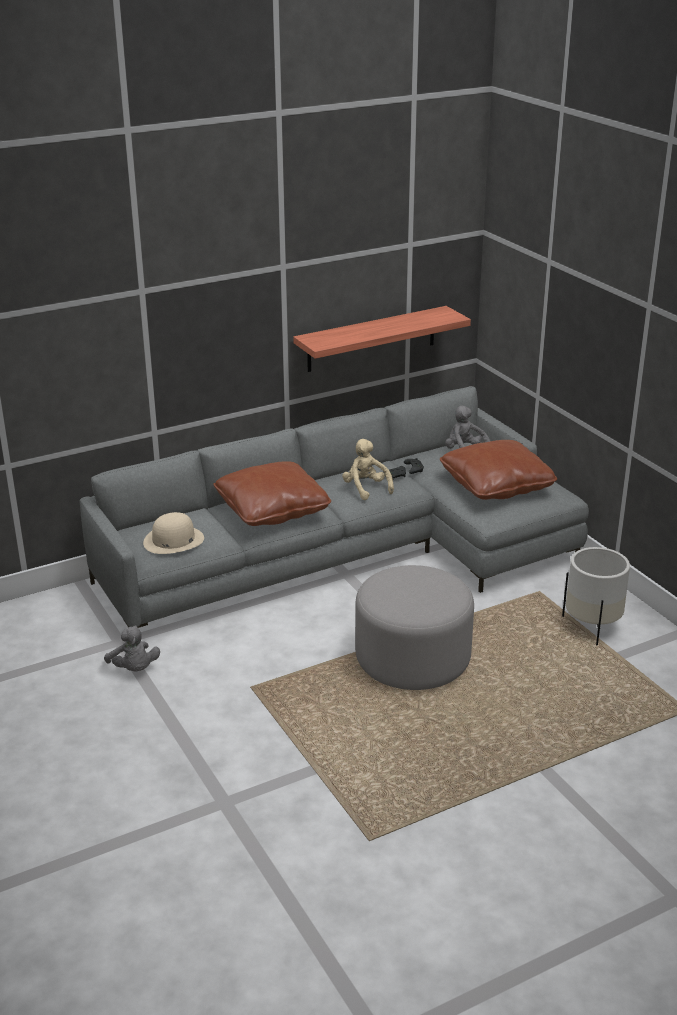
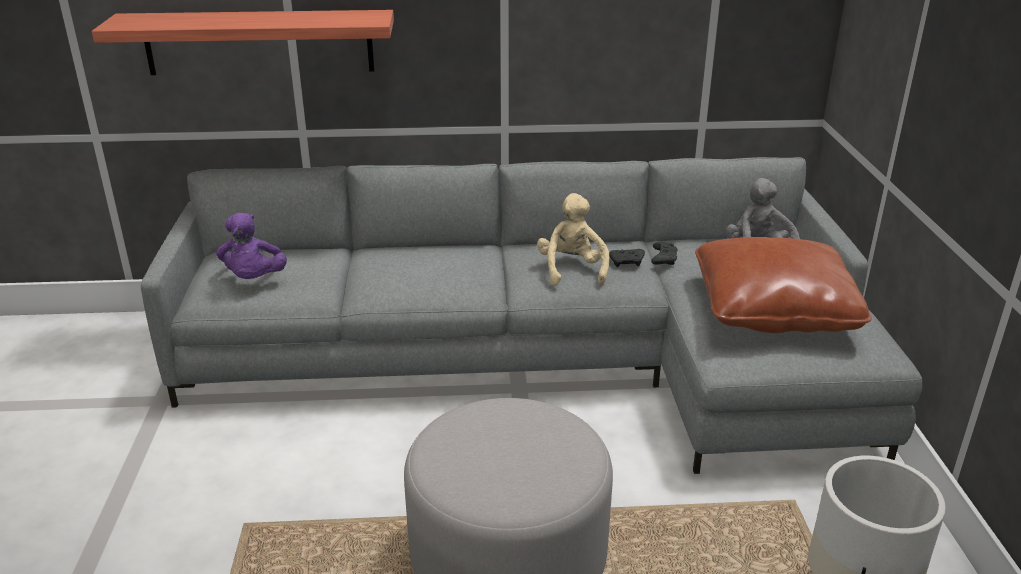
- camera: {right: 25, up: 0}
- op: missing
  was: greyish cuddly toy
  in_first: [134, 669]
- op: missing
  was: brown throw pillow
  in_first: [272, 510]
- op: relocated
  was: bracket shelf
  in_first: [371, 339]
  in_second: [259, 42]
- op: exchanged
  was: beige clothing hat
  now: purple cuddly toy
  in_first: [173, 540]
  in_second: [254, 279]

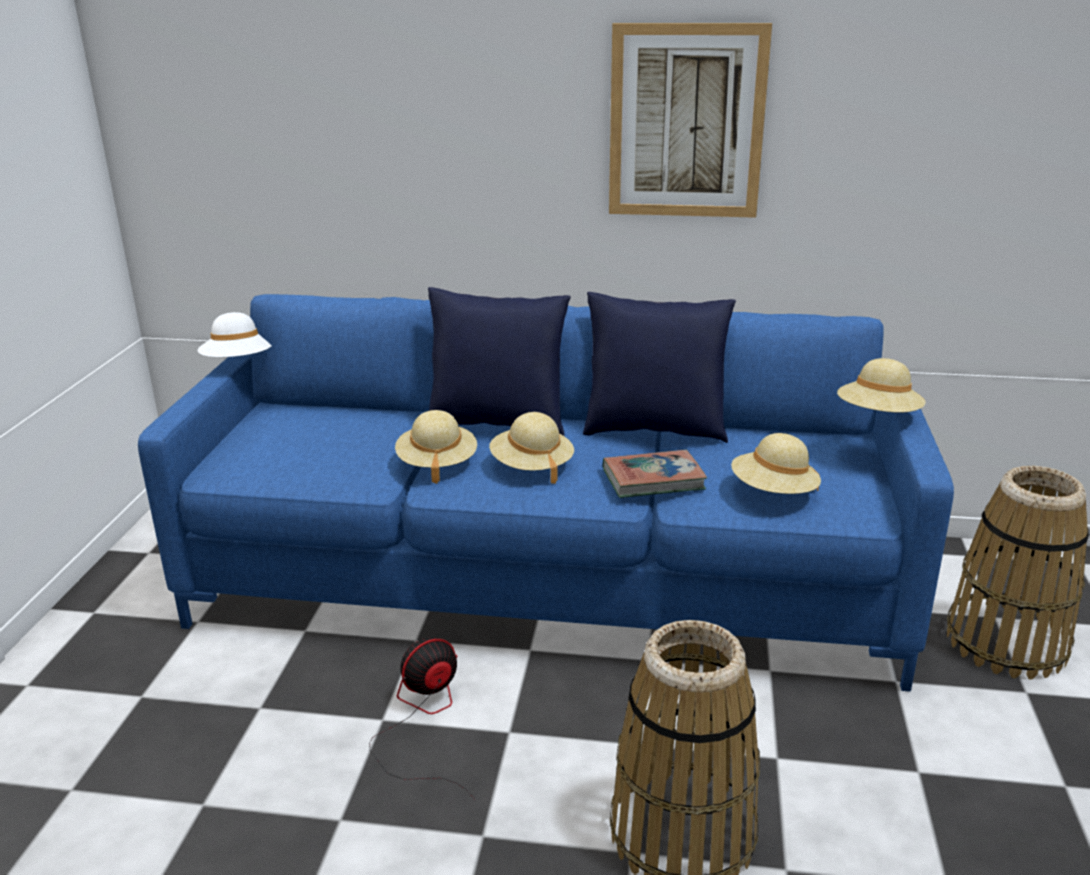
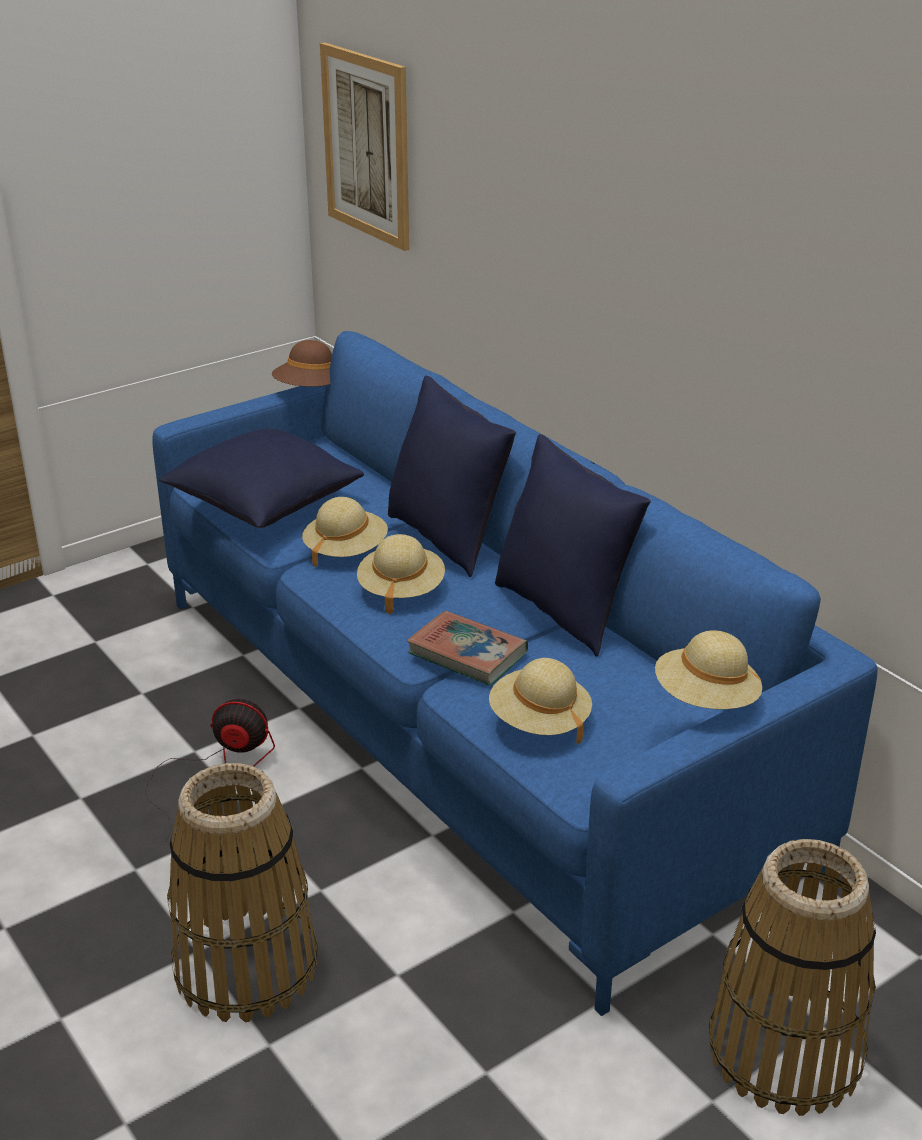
- camera: {right: 45, up: 5}
- op: appeared
  now: blue-coloured throw pillow
  in_second: [263, 504]
- op: relocated
  was: wall art
  in_first: [686, 122]
  in_second: [367, 145]
- op: colour
  was: white clothing hat
  now: brown clothing hat
  in_first: [239, 363]
  in_second: [310, 391]

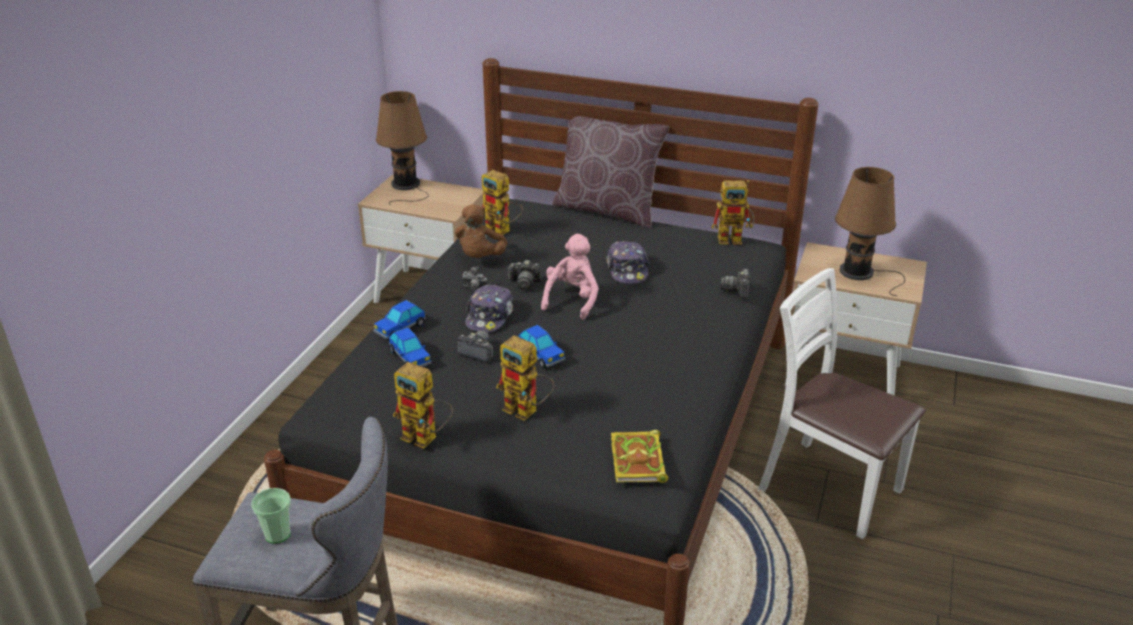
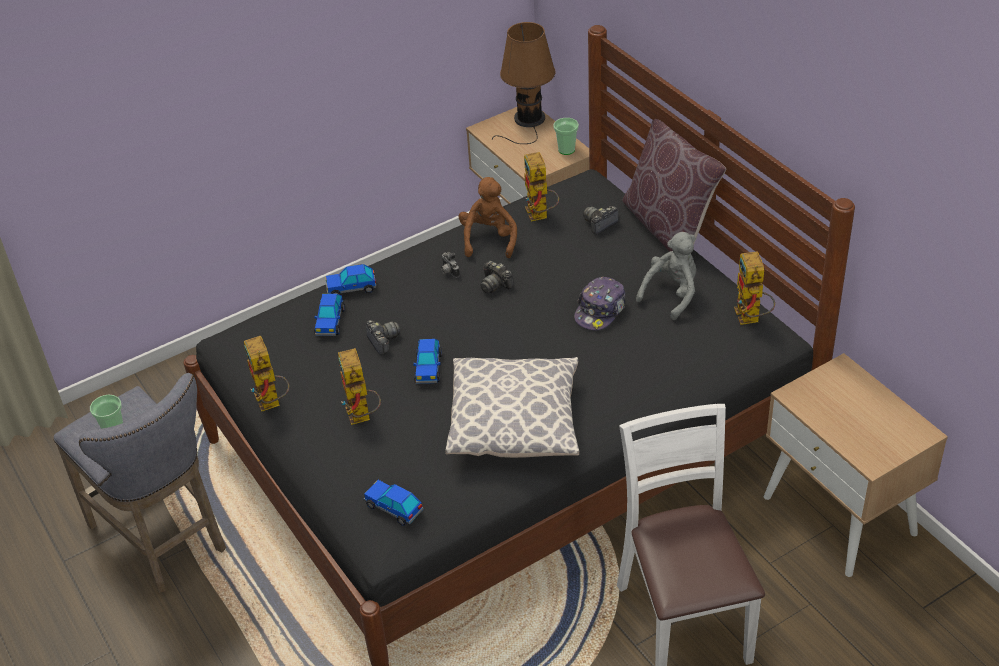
- camera: {right: 40, up: 10}
- op: missing
  was: cap
  in_first: [490, 317]
- op: missing
  was: pink cuddly toy
  in_first: [572, 300]
- op: missing
  was: brown lamp for a table
  in_first: [860, 273]
- op: appeared
  now: throw pillow
  in_second: [515, 424]
- op: appeared
  now: drinking cup
  in_second: [566, 150]
- op: appeared
  now: greyish cuddly toy
  in_second: [672, 294]
- op: relocated
  was: photo camera
  in_first: [737, 290]
  in_second: [600, 224]
- op: exchanged
  was: bound book
  now: model car
  in_first: [639, 461]
  in_second: [394, 508]
- op: spun
  was: brown cuddly toy
  in_first: [480, 257]
  in_second: [489, 239]
  clockwise: 135
- op: spun
  was: robot figure
  in_first: [735, 239]
  in_second: [751, 319]
  clockwise: 45

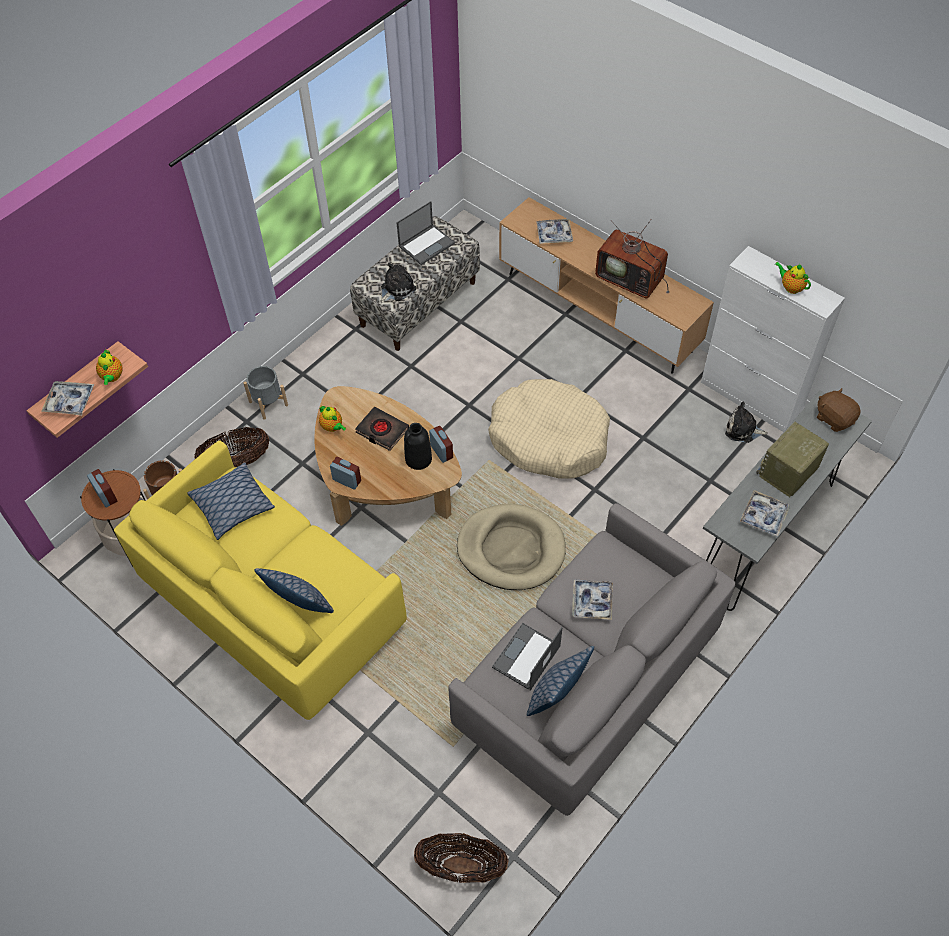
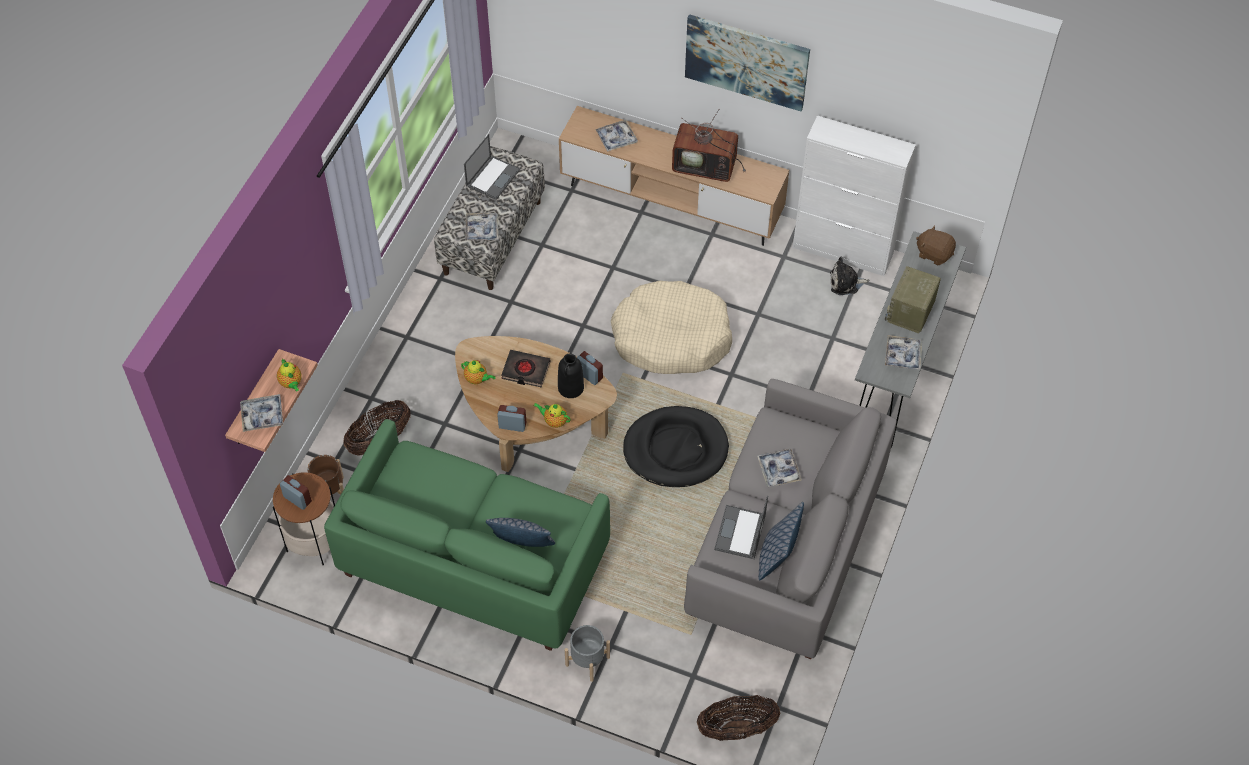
- camera: {right: -20, up: 0}
- op: missing
  was: throw pillow
  in_first: [233, 506]
- op: appeared
  now: wall art
  in_second: [746, 61]
- op: relocated
  was: greyish plant pot
  in_first: [268, 403]
  in_second: [587, 661]
- op: relocated
  was: pot for tea
  in_first: [790, 287]
  in_second: [554, 421]
- op: exchanged
  was: cuddly toy
  now: tray
  in_first: [396, 289]
  in_second: [482, 230]
- op: colour
  was: yellowish sofa
  now: green sofa
  in_first: [271, 603]
  in_second: [473, 560]
- op: colour
  was: beige dog cushion
  now: blackish dog cushion
  in_first: [511, 549]
  in_second: [675, 449]

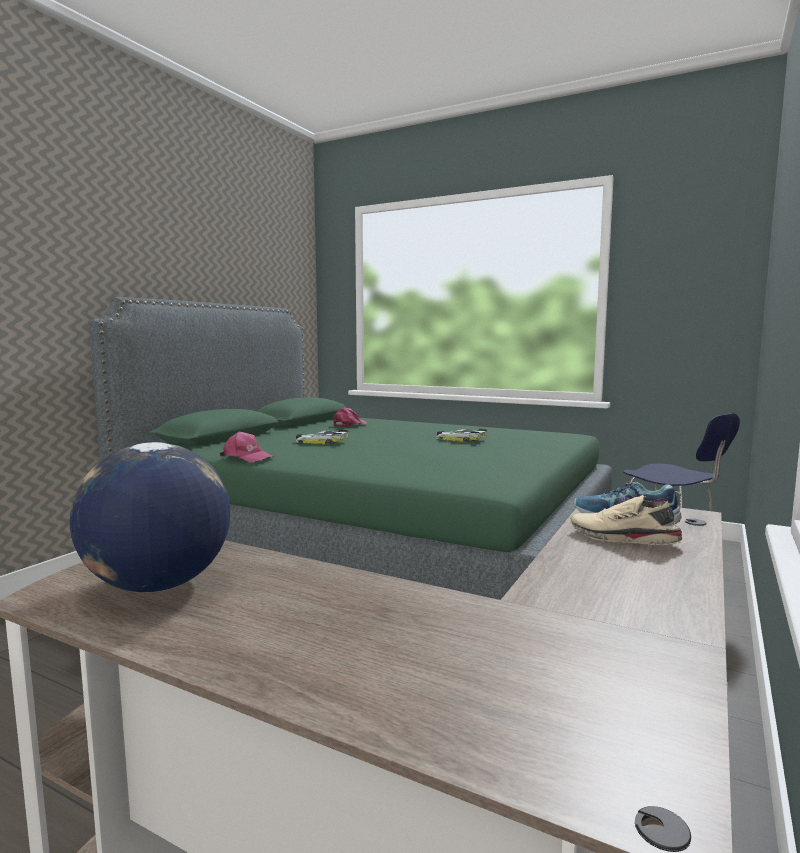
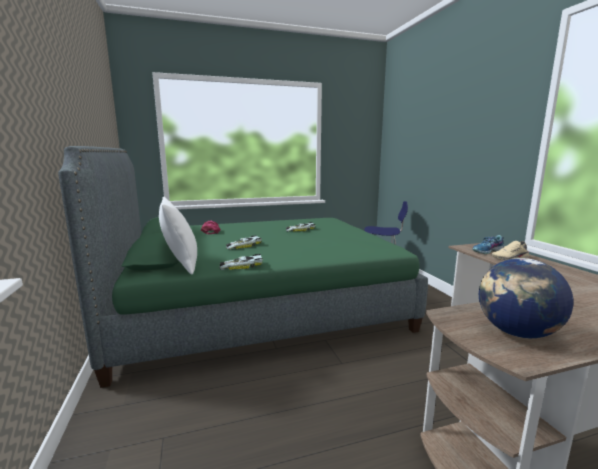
- camera: {right: -45, up: 5}
- op: appeared
  now: white throw pillow
  in_second: [181, 264]
- op: exchanged
  was: pink cap
  now: model car
  in_first: [247, 457]
  in_second: [241, 266]

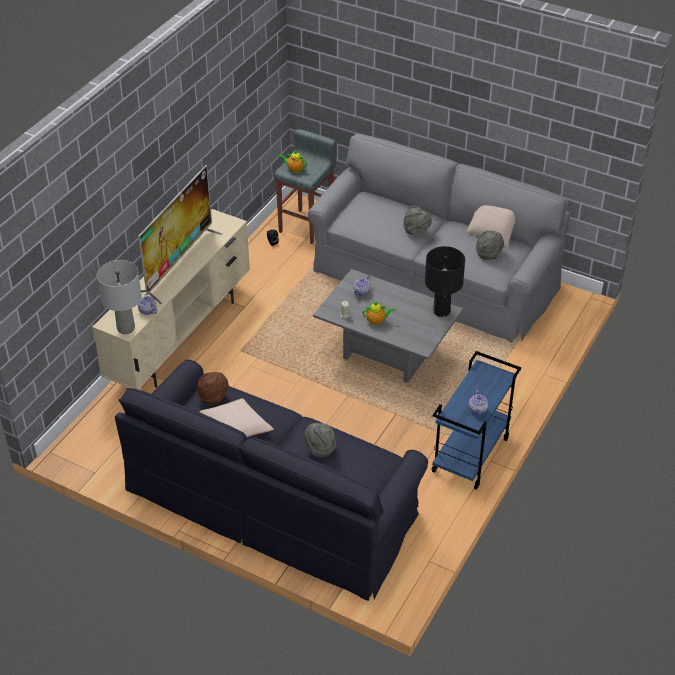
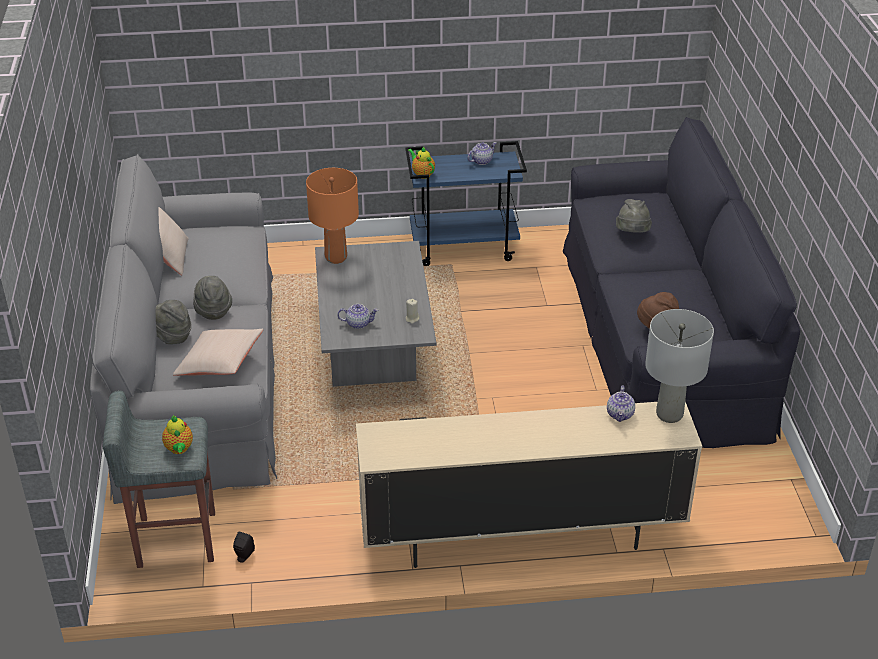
- camera: {right: -125, up: -5}
- op: missing
  was: TV
  in_first: [179, 263]
- op: relocated
  was: beige throw pillow
  in_first: [237, 428]
  in_second: [220, 363]
- op: relocated
  was: pot for tea
  in_first: [377, 321]
  in_second: [422, 174]
- op: relocated
  was: greyish clothing hat
  in_first: [488, 254]
  in_second: [171, 336]
- op: colour
  was: blackish lamp for a table
  now: orange-coloured lamp for a table
  in_first: [441, 312]
  in_second: [336, 257]

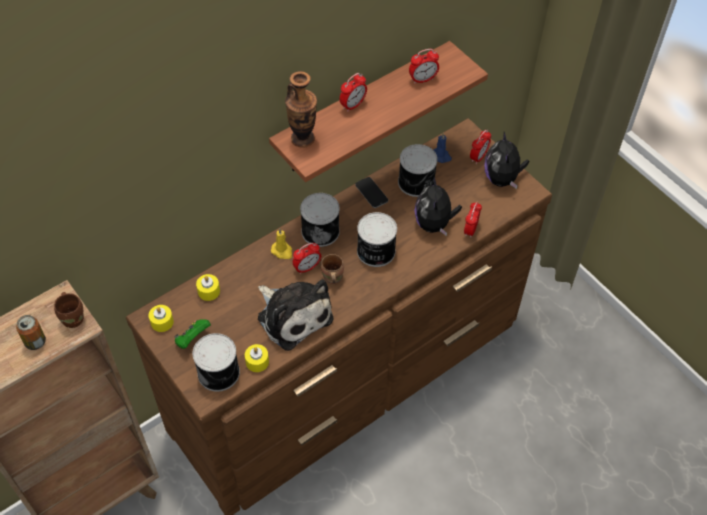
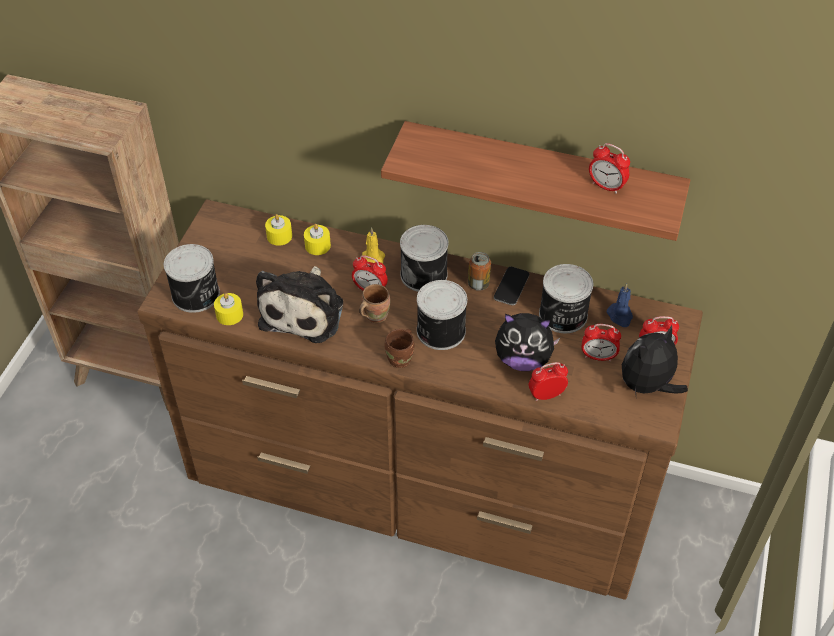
- camera: {right: 55, up: -5}
- op: missing
  was: green joypad
  in_first: [192, 339]
- op: missing
  was: flower vase
  in_first: [302, 139]
- op: relocated
  was: can
  in_first: [35, 342]
  in_second: [478, 284]
- op: relocated
  was: brown coffee mug
  in_first: [74, 318]
  in_second: [401, 359]
- op: relocated
  was: yellowish wax light
  in_first: [162, 322]
  in_second: [317, 245]
- op: relocated
  was: table clock
  in_first: [353, 105]
  in_second: [598, 356]
- op: spun
  was: cuddly toy
  in_first: [434, 224]
  in_second: [523, 359]
  clockwise: -135

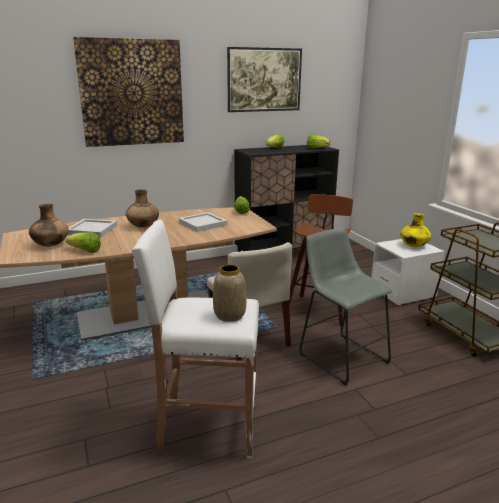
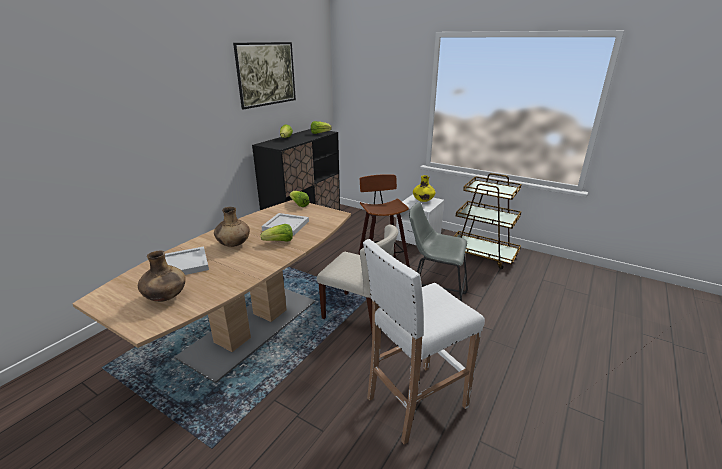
- camera: {right: -35, up: 5}
- op: missing
  was: wall art
  in_first: [132, 93]
- op: missing
  was: flower vase
  in_first: [229, 315]
- op: relocated
  was: lettuce
  in_first: [85, 251]
  in_second: [279, 241]

